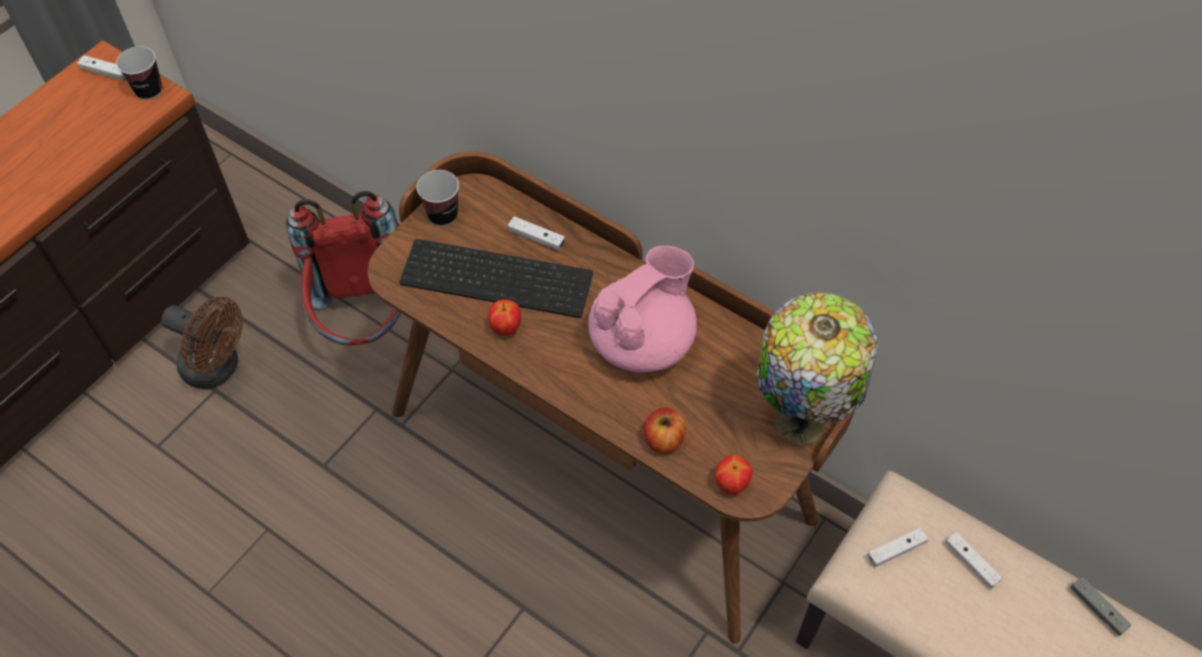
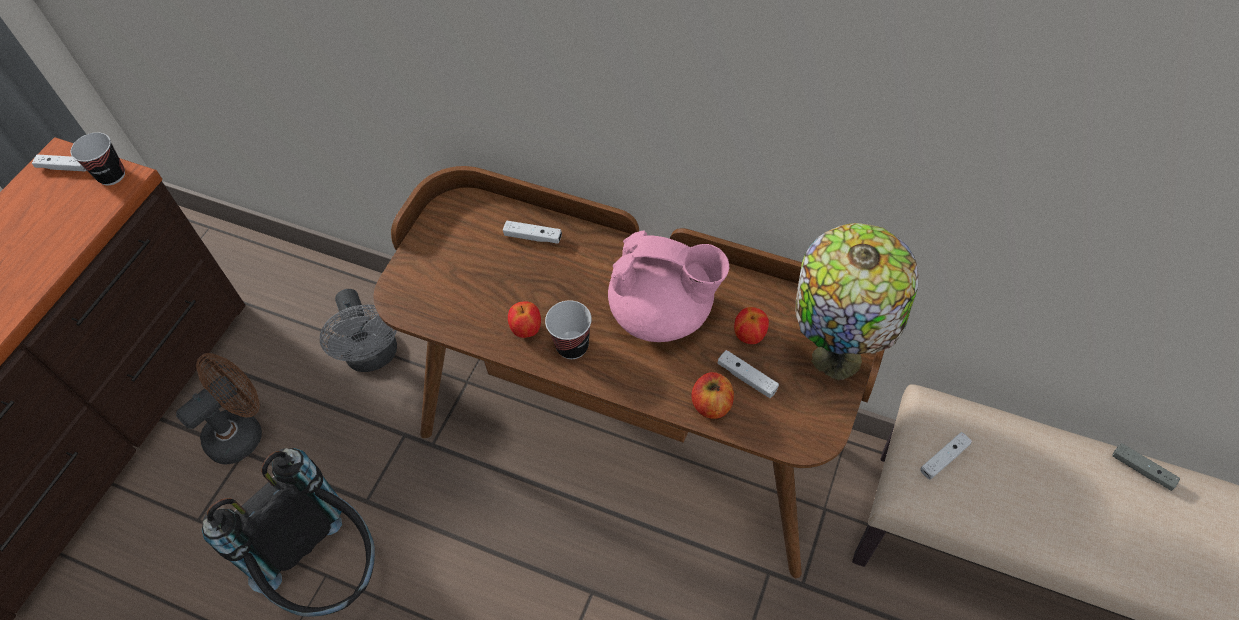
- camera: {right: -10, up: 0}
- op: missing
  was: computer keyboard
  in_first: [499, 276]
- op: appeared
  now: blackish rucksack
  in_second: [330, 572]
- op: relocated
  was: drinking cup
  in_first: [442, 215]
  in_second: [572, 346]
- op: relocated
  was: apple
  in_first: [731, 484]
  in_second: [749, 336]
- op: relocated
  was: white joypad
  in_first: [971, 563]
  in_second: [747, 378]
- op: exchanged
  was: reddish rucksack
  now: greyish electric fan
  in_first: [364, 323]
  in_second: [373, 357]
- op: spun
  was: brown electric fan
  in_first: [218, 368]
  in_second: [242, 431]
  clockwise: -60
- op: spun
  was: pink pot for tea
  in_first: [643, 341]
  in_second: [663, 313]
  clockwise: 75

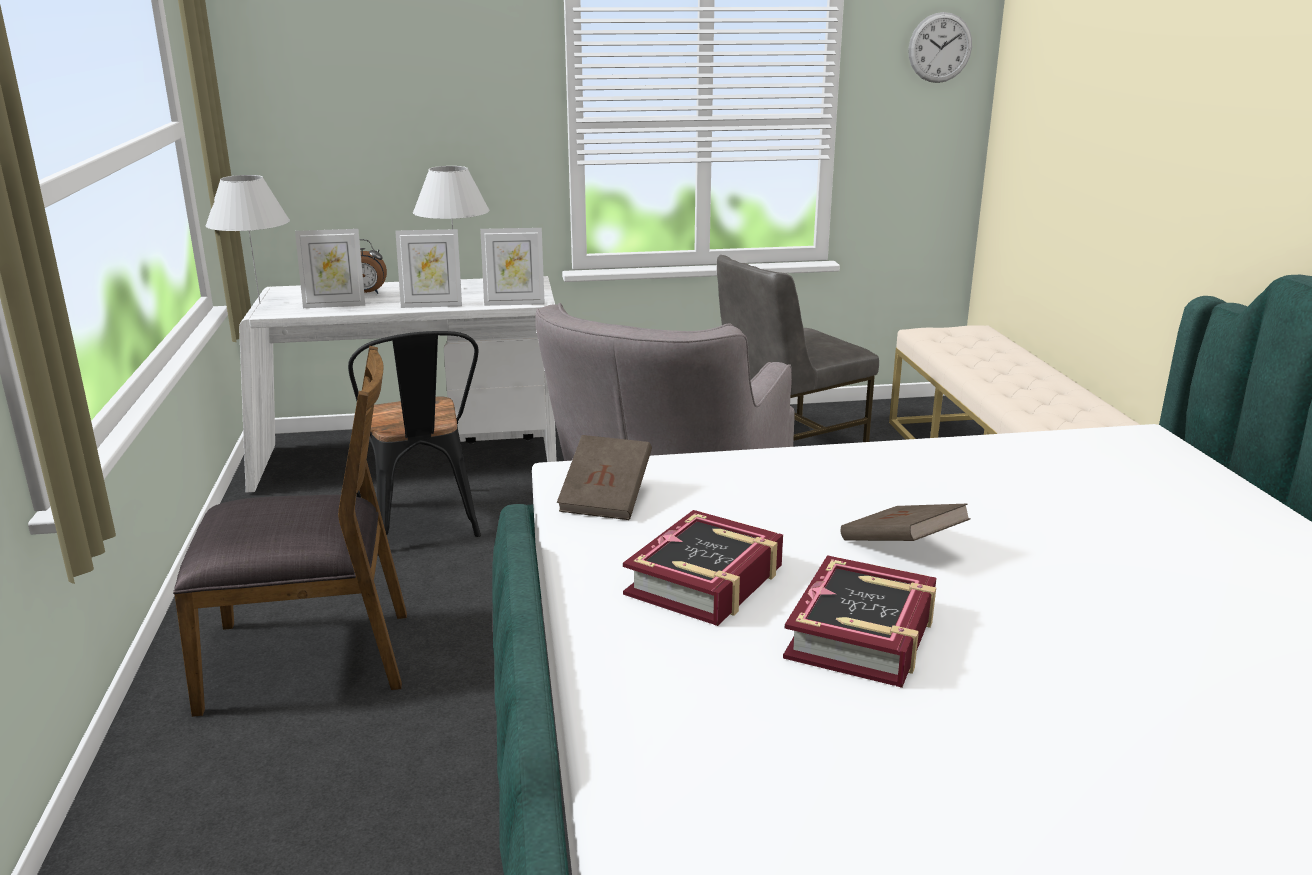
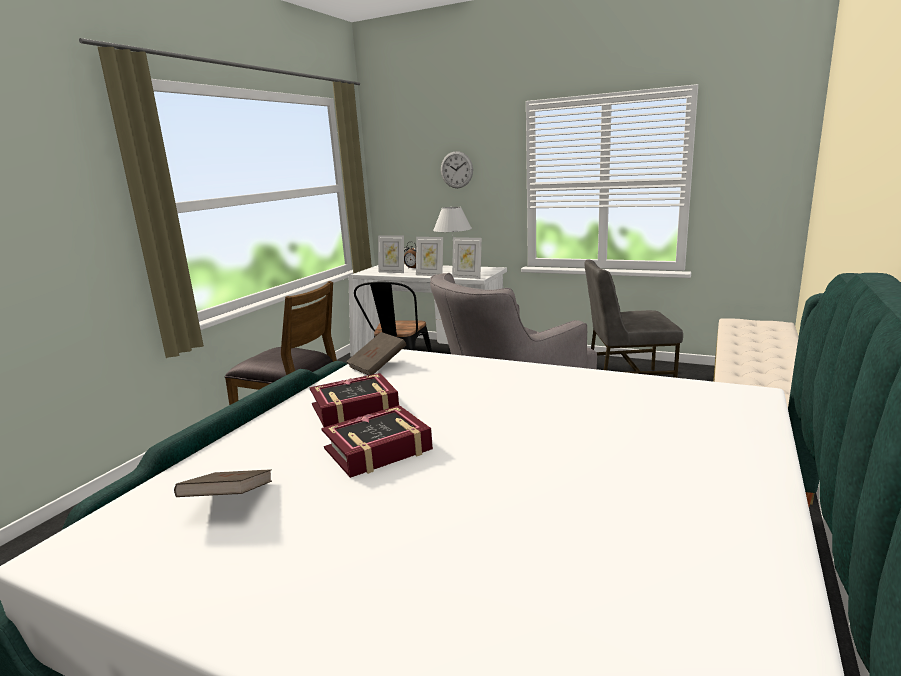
- camera: {right: 35, up: -5}
- op: missing
  was: white lamp for a table
  in_first: [260, 303]
- op: relocated
  was: brown bound book
  in_first: [901, 547]
  in_second: [230, 501]
- op: relocated
  was: hanging clock
  in_first: [940, 47]
  in_second: [456, 170]

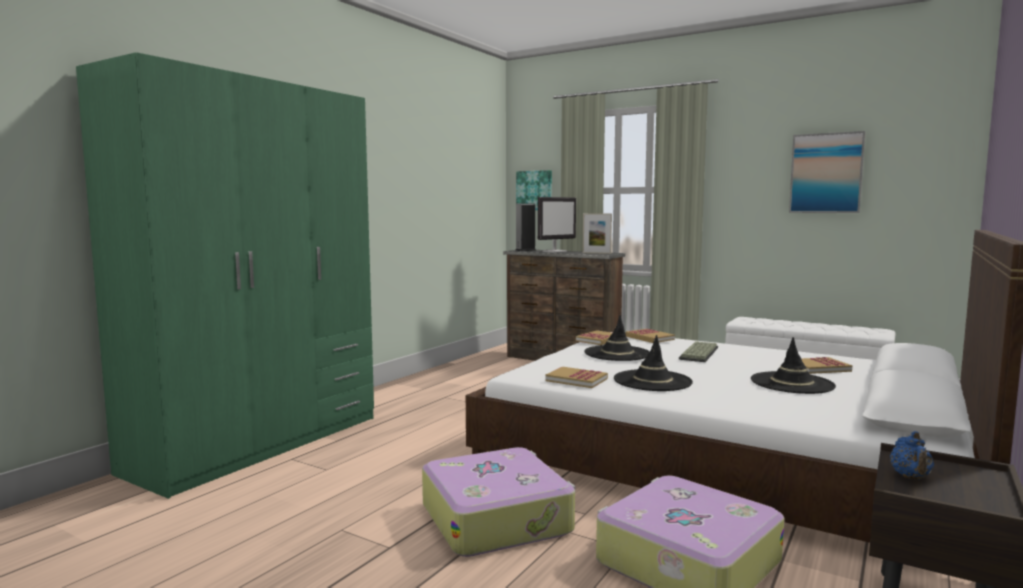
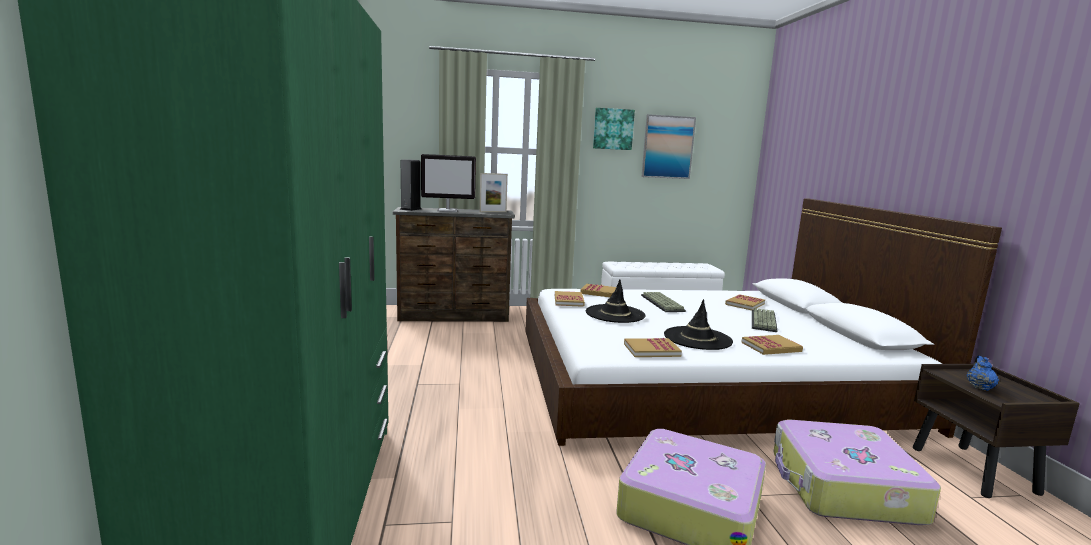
- camera: {right: -40, up: 5}
- op: appeared
  now: bound book
  in_second: [771, 347]
- op: relocated
  was: wall art
  in_first: [534, 190]
  in_second: [613, 129]
- op: exchanged
  was: blackish clothing hat
  now: computer keyboard
  in_first: [792, 383]
  in_second: [764, 321]
- op: spun
  was: monitor
  in_first: [555, 252]
  in_second: [448, 211]
  clockwise: 75
- op: spun
  was: blue-coloured pot for tea
  in_first: [911, 477]
  in_second: [979, 387]
  clockwise: -135

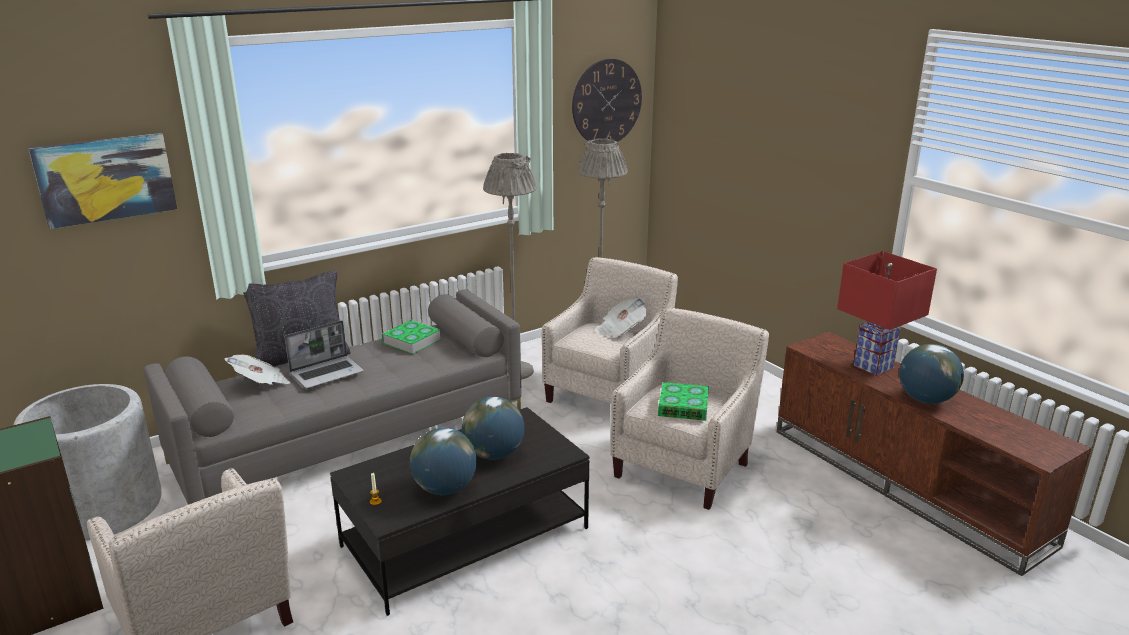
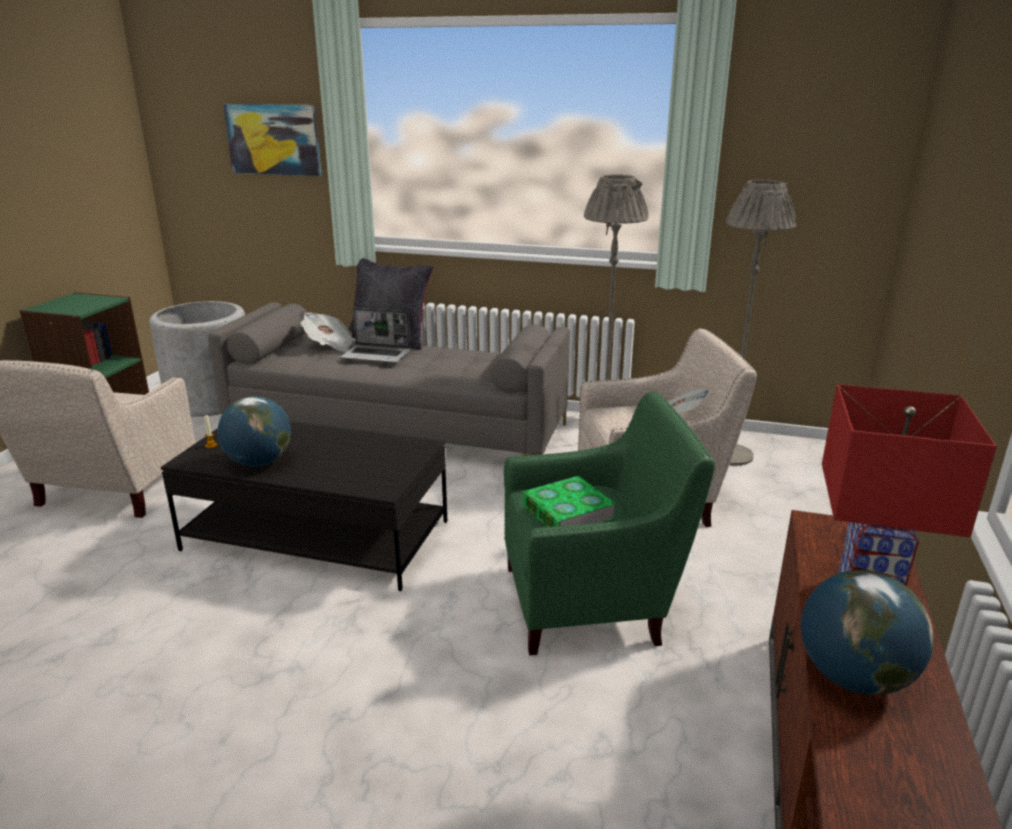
- camera: {right: 50, up: 0}
- op: missing
  was: bound book
  in_first: [411, 341]
- op: missing
  was: world globe
  in_first: [494, 454]
- op: missing
  was: hanging clock
  in_first: [606, 102]
- op: colour
  was: beige armchair
  now: green armchair
  in_first: [685, 465]
  in_second: [592, 602]

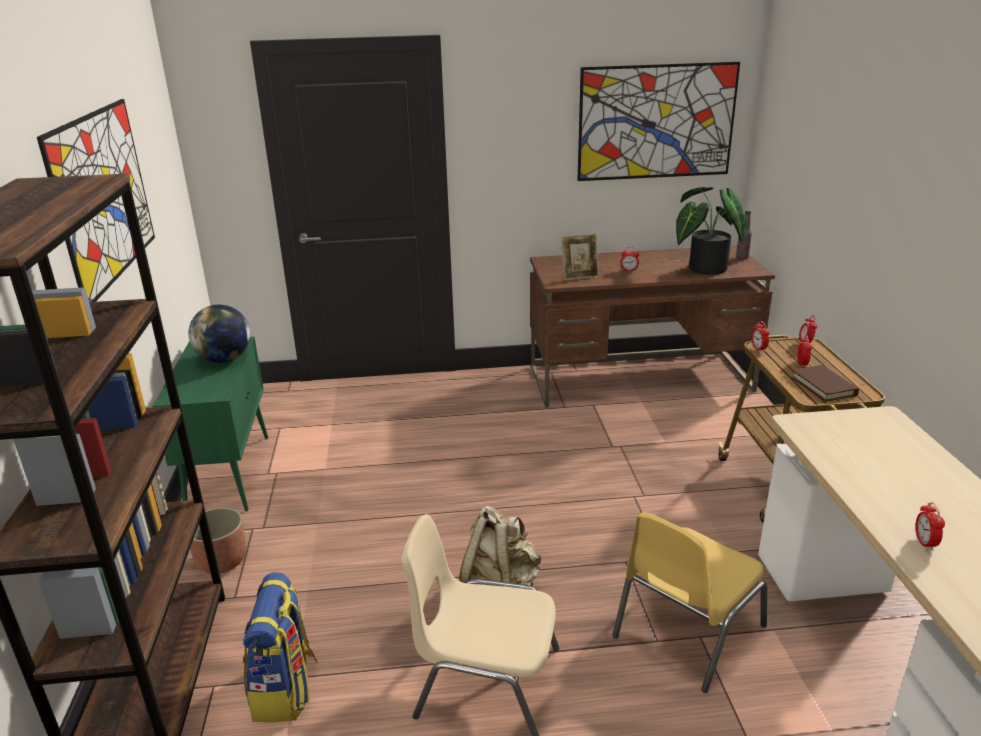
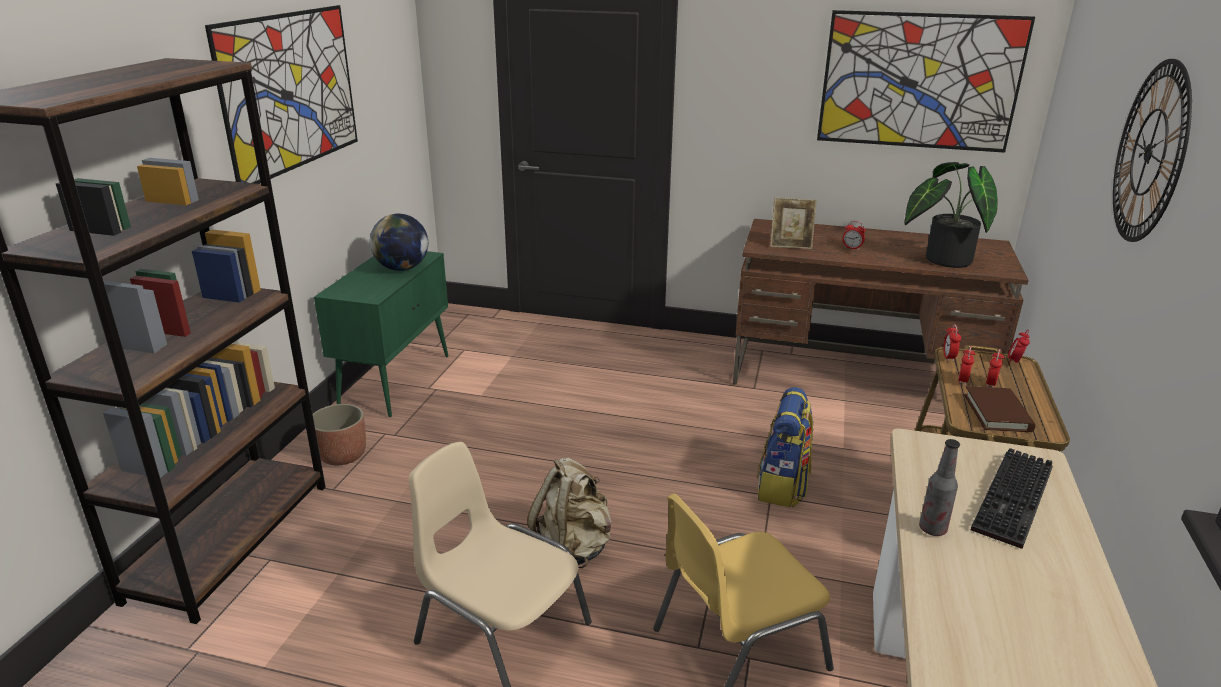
- camera: {right: 20, up: 0}
- op: appeared
  now: computer keyboard
  in_second: [1015, 501]
- op: appeared
  now: hanging clock
  in_second: [1149, 152]
- op: relocated
  was: rucksack
  in_first: [285, 689]
  in_second: [782, 487]
- op: relocated
  was: beverage bottle
  in_first: [742, 257]
  in_second: [932, 529]
- op: relocated
  was: table clock
  in_first: [924, 543]
  in_second: [963, 380]

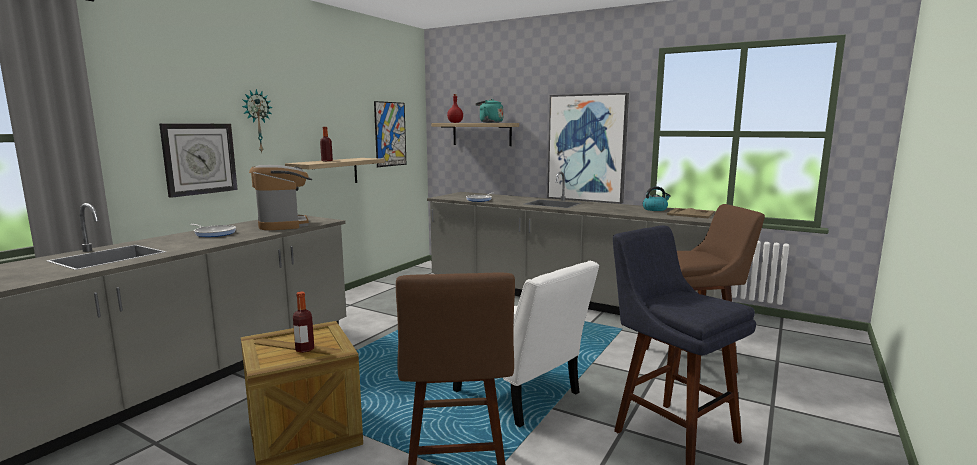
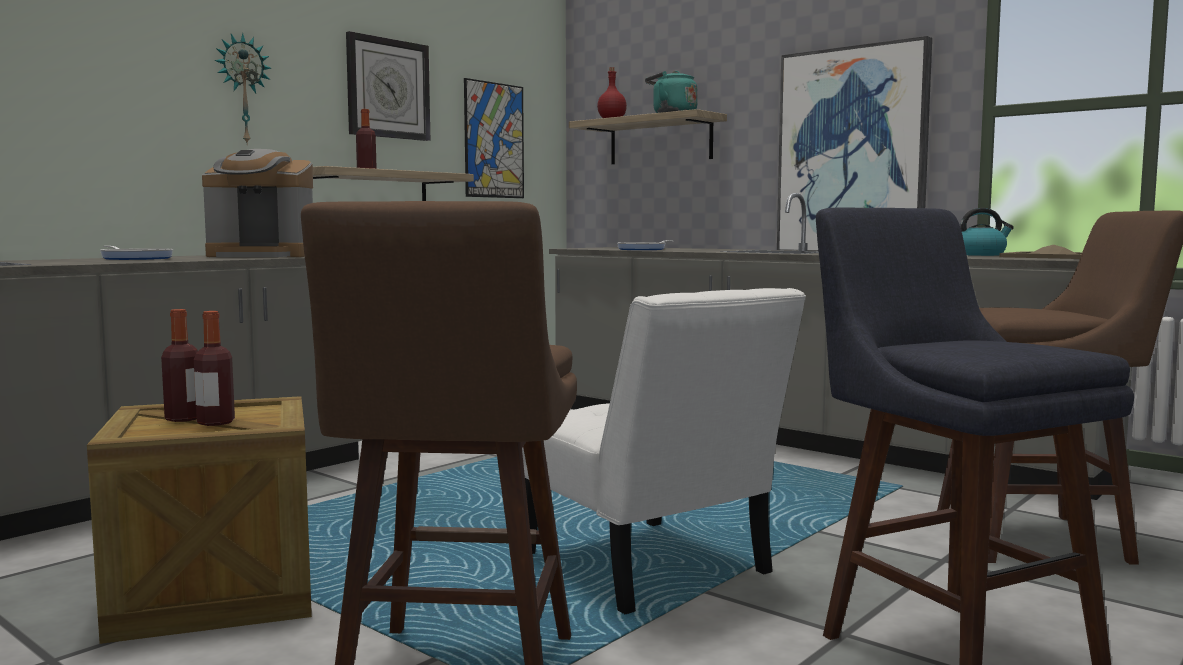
- camera: {right: 10, up: -5}
- op: appeared
  now: beverage bottle
  in_second: [184, 418]
- op: relocated
  was: hanging clock
  in_first: [199, 158]
  in_second: [388, 88]
- op: spun
  was: coffee maker
  in_first: [284, 224]
  in_second: [262, 256]
  clockwise: 105

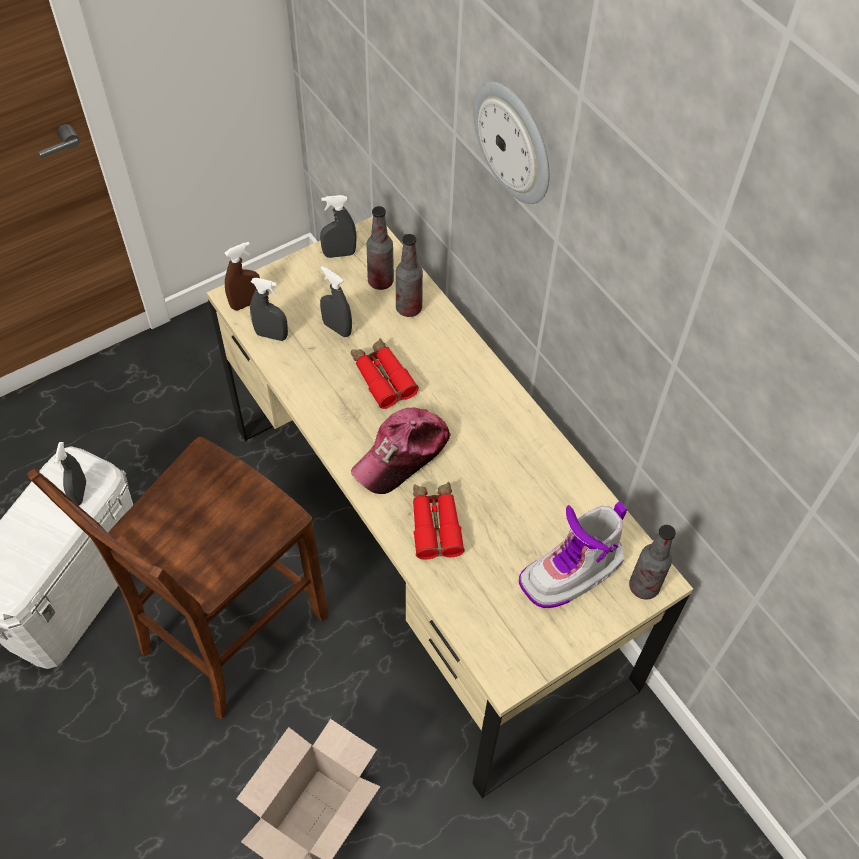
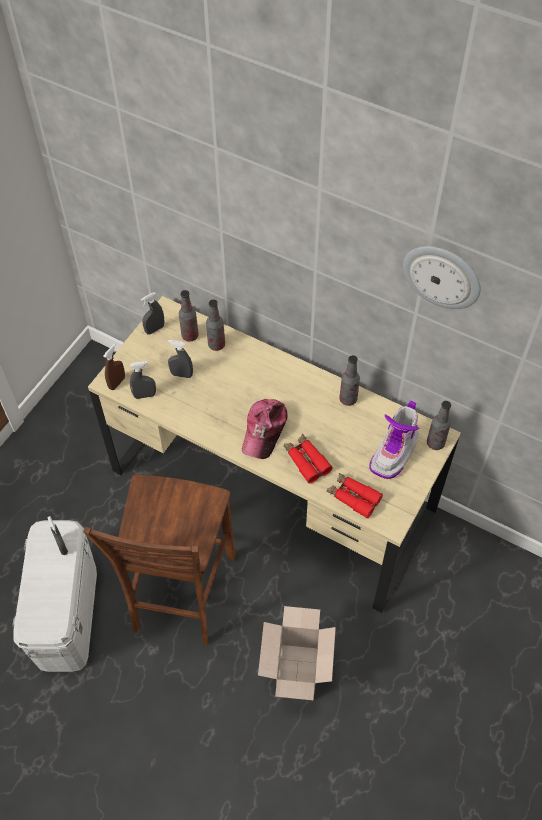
- camera: {right: -25, up: 0}
- op: appeared
  now: beverage bottle
  in_second: [348, 399]
- op: relocated
  was: reddish field glasses
  in_first: [382, 377]
  in_second: [353, 497]
- op: relocated
  was: hanging clock
  in_first: [514, 142]
  in_second: [442, 276]

